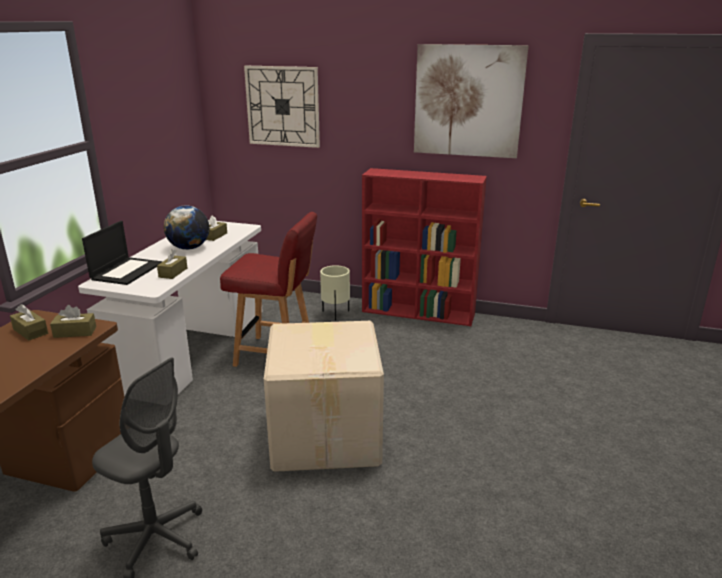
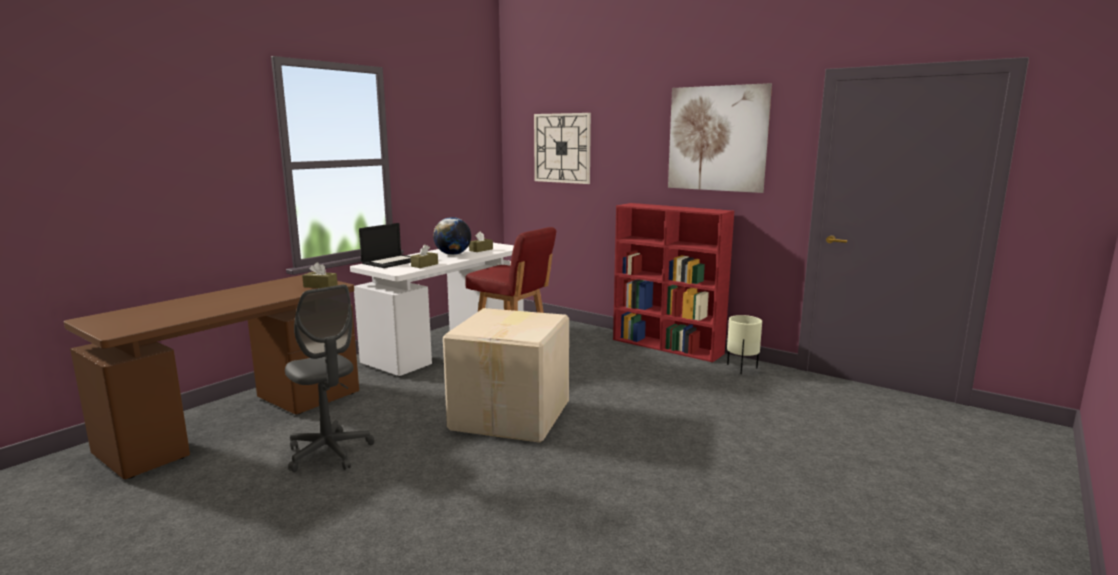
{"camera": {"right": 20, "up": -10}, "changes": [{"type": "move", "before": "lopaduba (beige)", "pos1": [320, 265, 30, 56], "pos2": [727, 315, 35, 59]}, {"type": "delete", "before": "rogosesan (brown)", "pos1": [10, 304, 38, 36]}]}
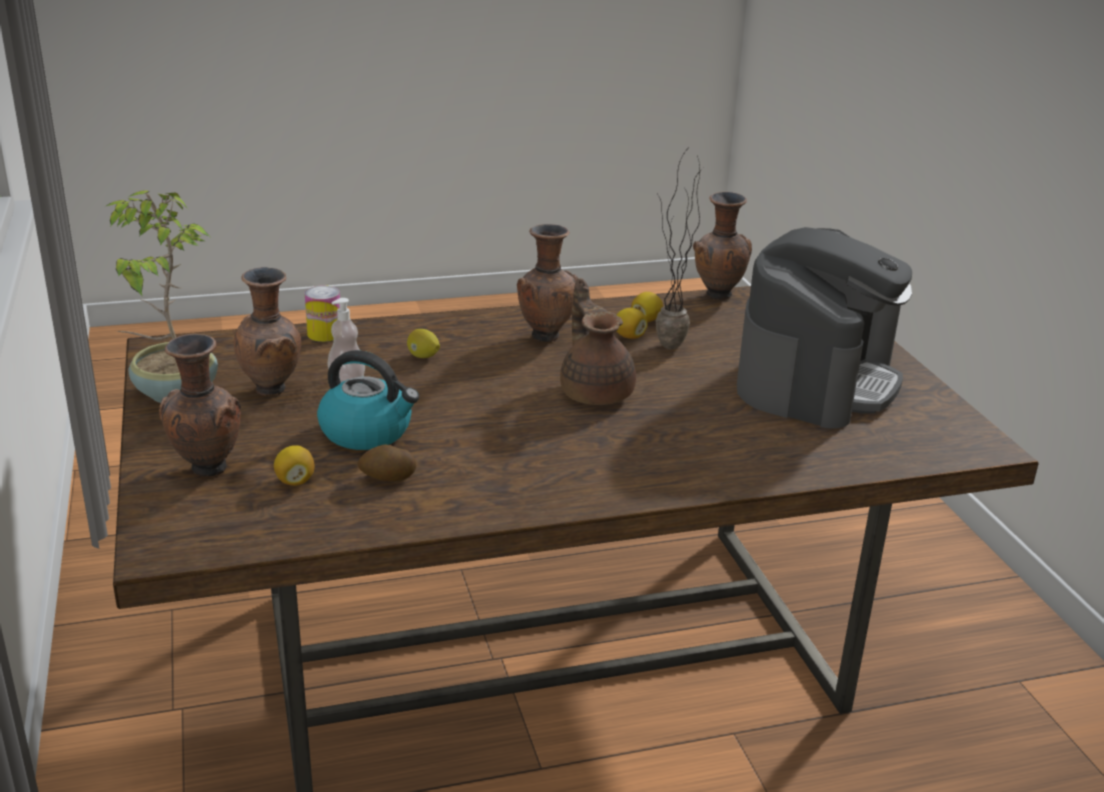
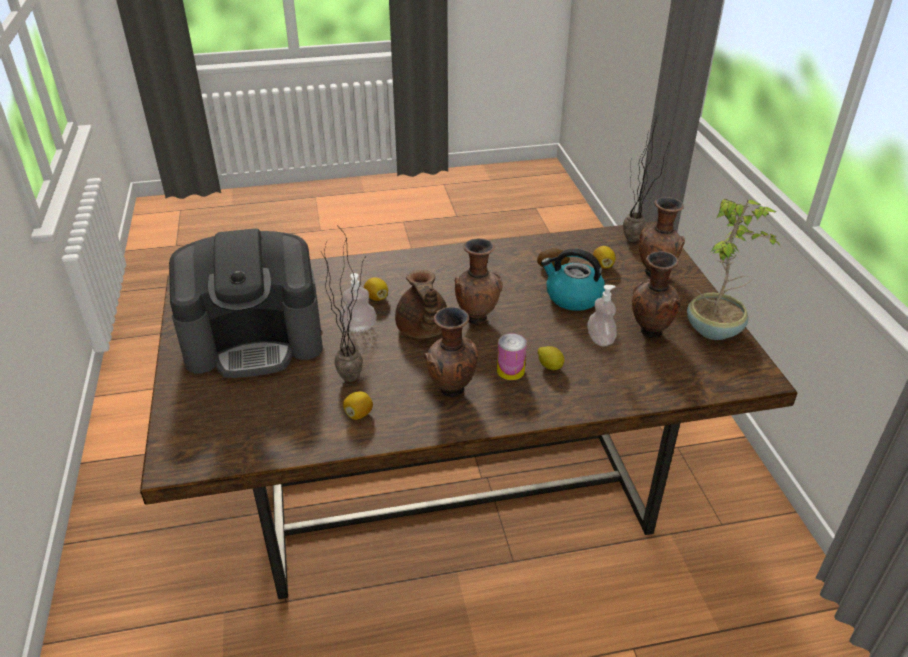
{"camera": {"right": -175, "up": 10}, "changes": [{"type": "move", "before": "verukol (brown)", "pos1": [693, 192, 59, 108], "pos2": [455, 239, 48, 86]}, {"type": "rotate", "before": "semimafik", "pos1": [737, 227, 175, 202], "pos2": [169, 228, 154, 150], "turn": -135}, {"type": "move", "before": "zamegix", "pos1": [305, 285, 35, 57], "pos2": [497, 333, 30, 47]}, {"type": "move", "before": "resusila", "pos1": [616, 308, 32, 31], "pos2": [364, 277, 24, 24]}, {"type": "insert", "after": "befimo", "pos2": [623, 112, 47, 130]}, {"type": "insert", "after": "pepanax", "pos2": [341, 273, 36, 59]}]}
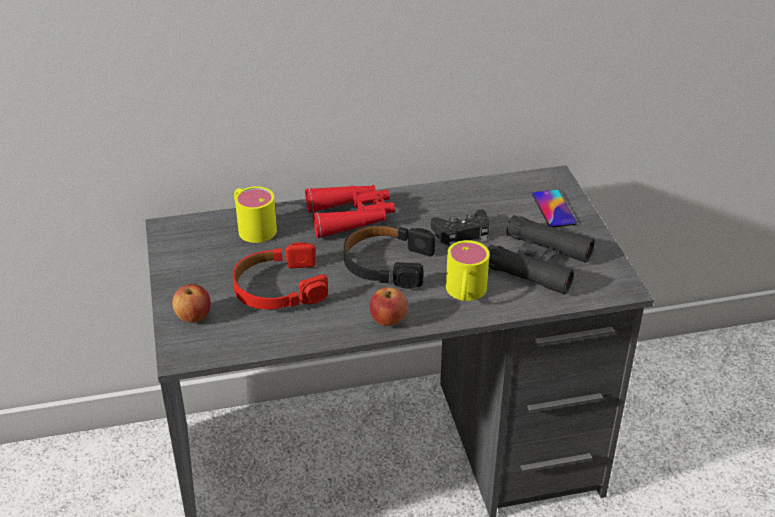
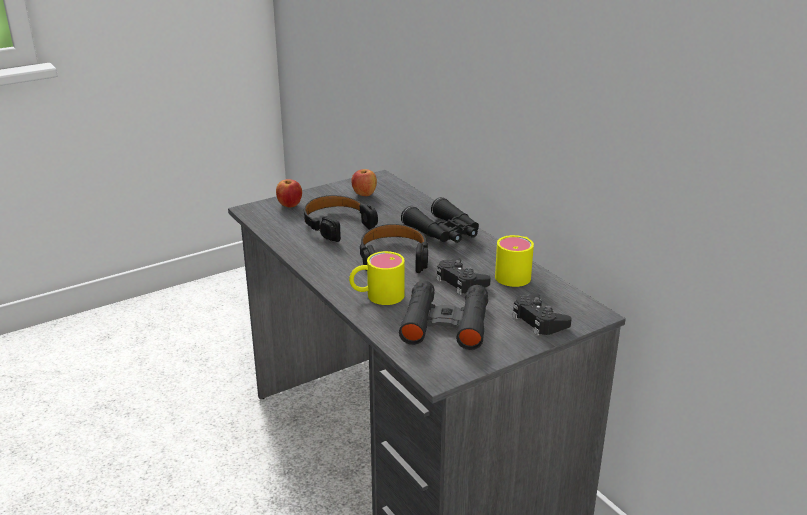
{"camera": {"right": 70, "up": -10}, "changes": [{"type": "recolor", "before": "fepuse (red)", "after": "fepuse (black)", "pos1": [305, 185, 90, 53], "pos2": [401, 197, 78, 46]}, {"type": "move", "before": "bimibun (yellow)", "pos1": [234, 186, 43, 57], "pos2": [495, 235, 39, 52]}, {"type": "replace", "before": "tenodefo", "after": "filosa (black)", "pos1": [532, 190, 45, 37], "pos2": [512, 293, 60, 42]}, {"type": "recolor", "before": "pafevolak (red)", "after": "pafevolak (black)", "pos1": [233, 242, 95, 67], "pos2": [304, 195, 74, 47]}, {"type": "move", "before": "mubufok", "pos1": [370, 287, 38, 39], "pos2": [351, 169, 26, 27]}]}
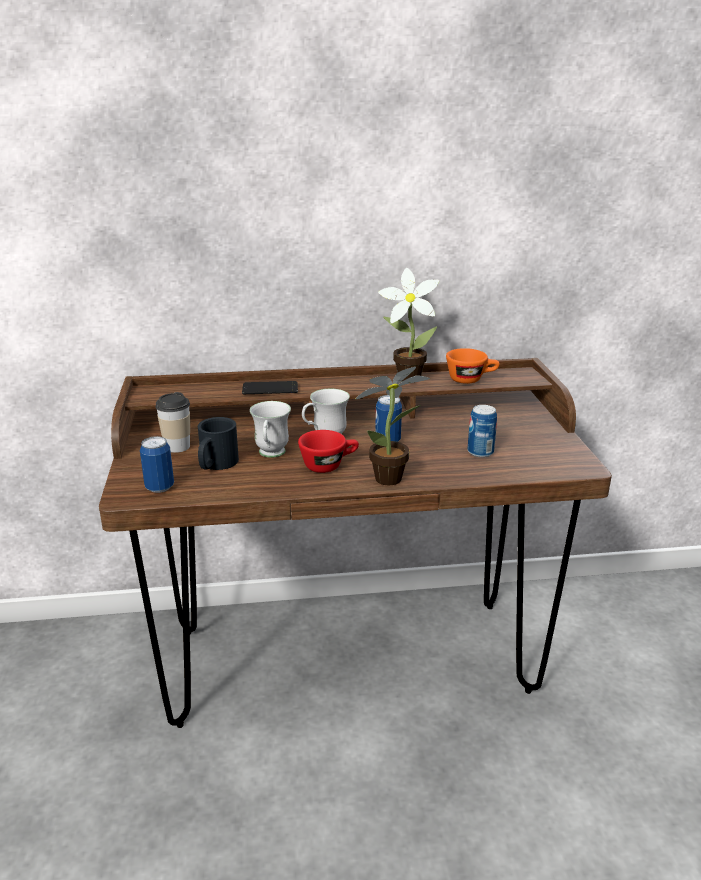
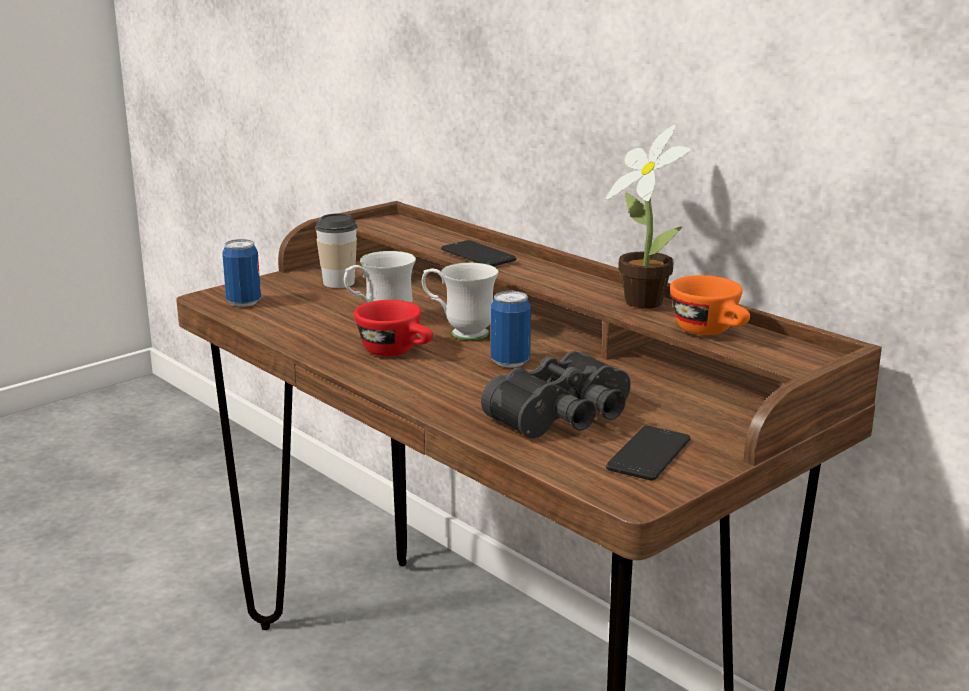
{"camera": {"right": 55, "up": -5}, "changes": [{"type": "delete", "before": "befimo", "pos1": [355, 367, 75, 118]}, {"type": "replace", "before": "zamegix", "after": "fepuse (black)", "pos1": [467, 405, 30, 53], "pos2": [481, 351, 150, 87]}, {"type": "delete", "before": "bimibun (black)", "pos1": [198, 417, 41, 53]}, {"type": "insert", "after": "tenodefo", "pos2": [606, 426, 84, 54]}]}
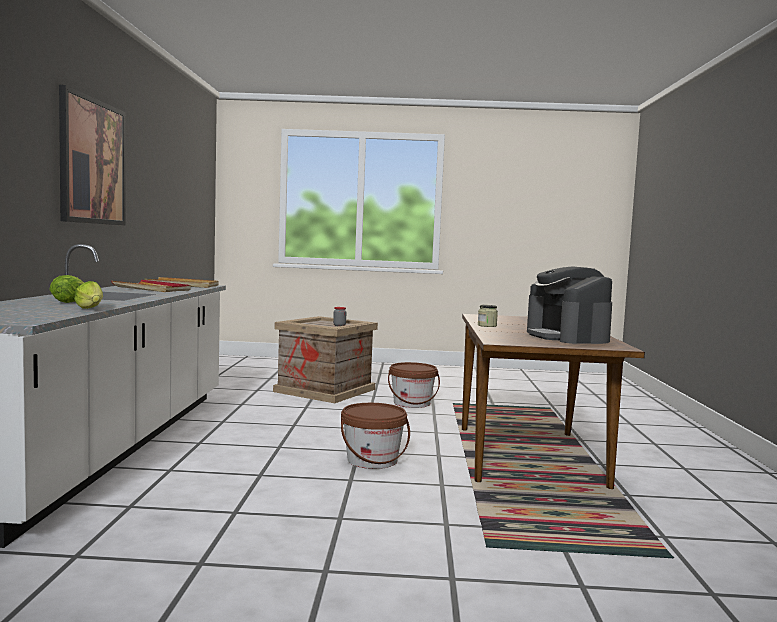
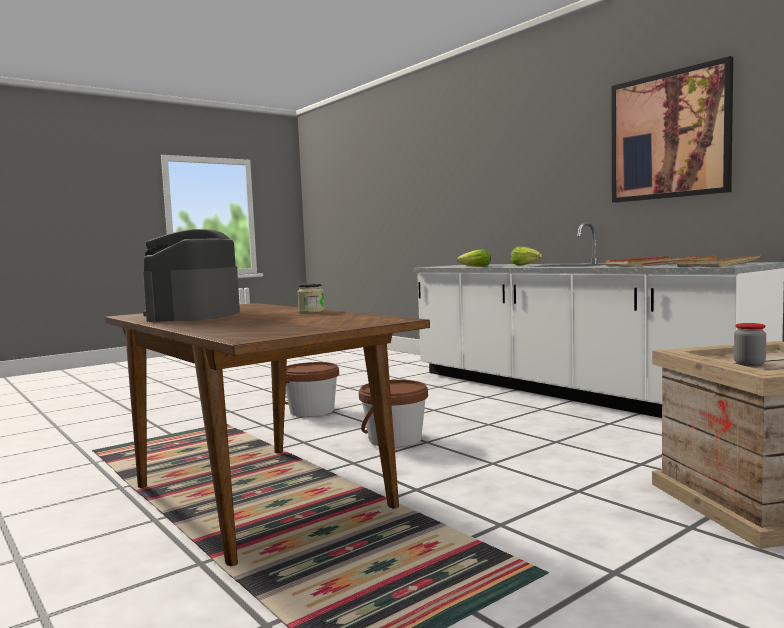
{"camera": {"right": 140, "up": 0}, "changes": [{"type": "rotate", "before": "semimafik", "pos1": [527, 266, 85, 78], "pos2": [143, 229, 97, 93], "turn": -120}, {"type": "move", "before": "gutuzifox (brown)", "pos1": [388, 362, 52, 46], "pos2": [285, 362, 54, 55]}]}
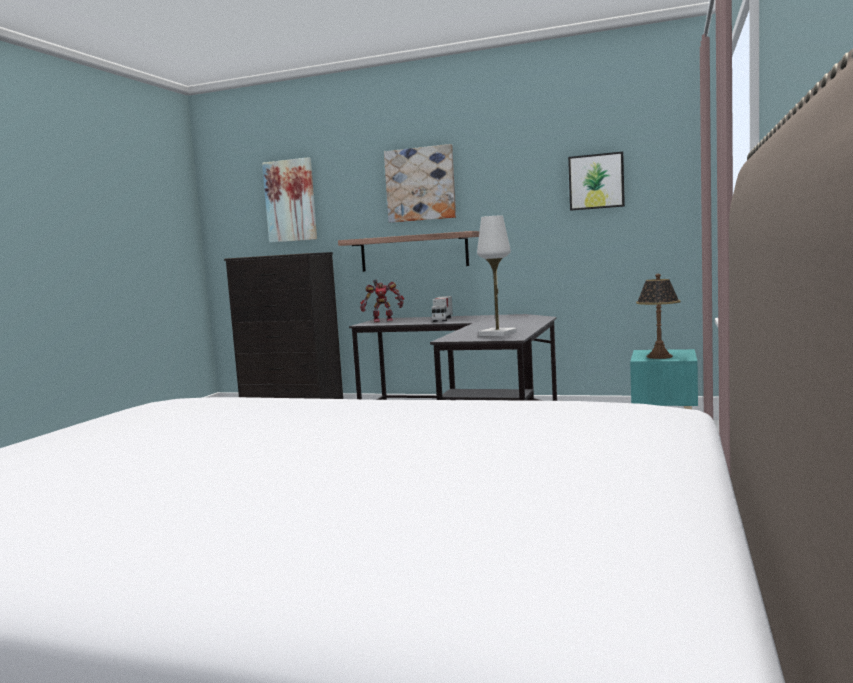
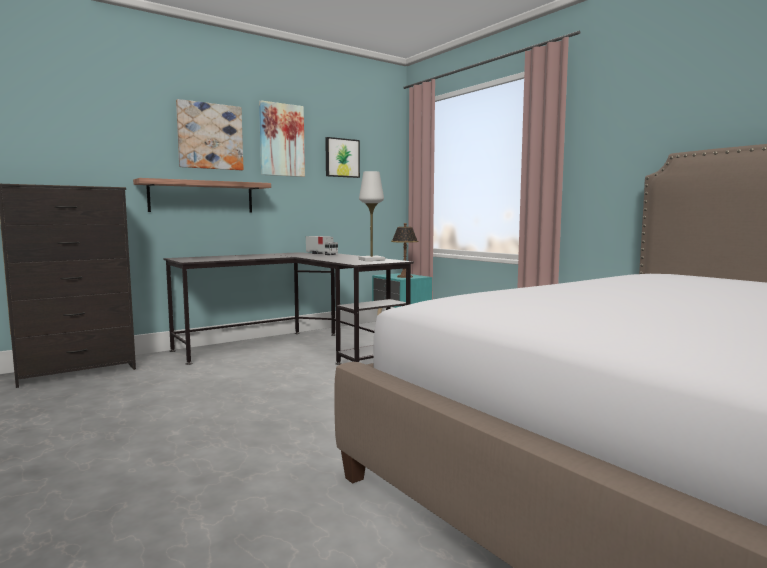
{"camera": {"right": -55, "up": 0}, "changes": [{"type": "move", "before": "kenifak", "pos1": [262, 157, 55, 86], "pos2": [259, 100, 46, 77]}, {"type": "delete", "before": "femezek", "pos1": [360, 279, 44, 43]}, {"type": "move", "before": "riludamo", "pos1": [431, 296, 22, 26], "pos2": [306, 236, 32, 19]}]}
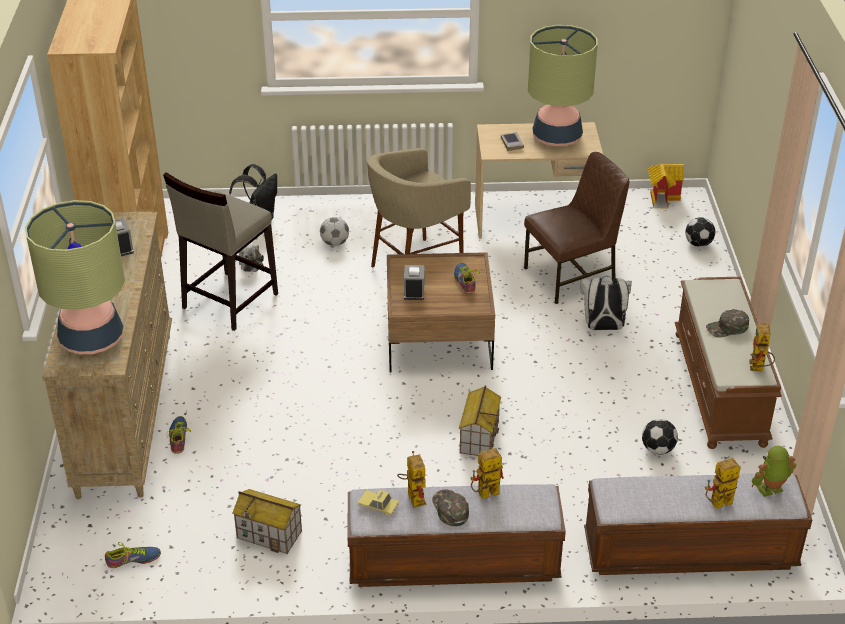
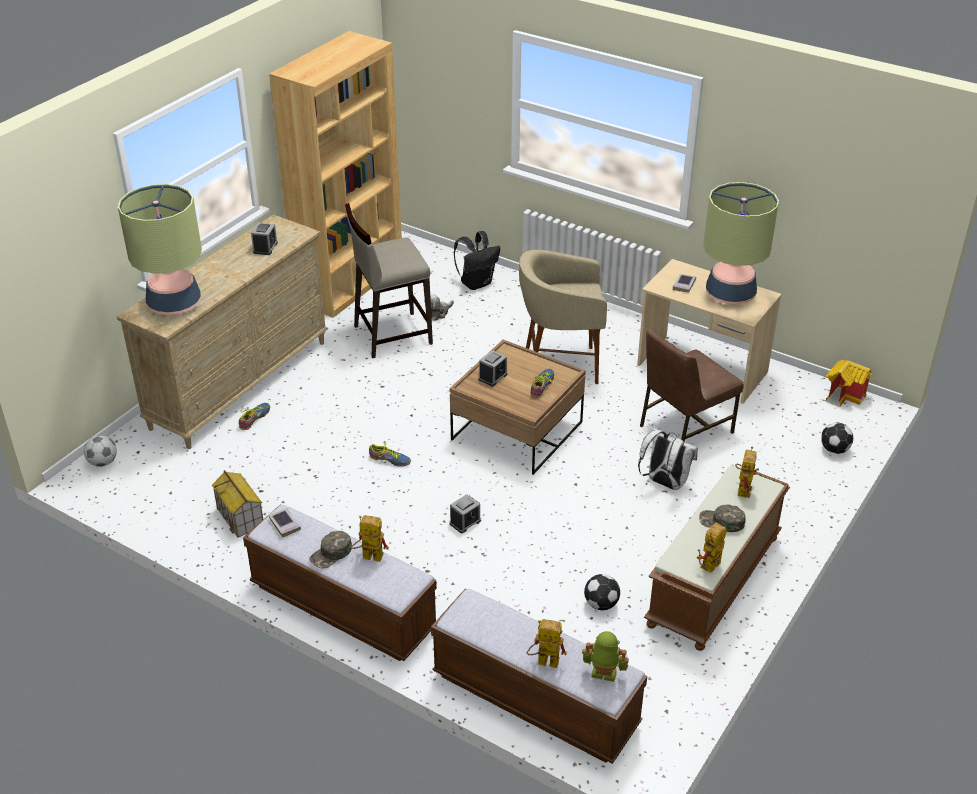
{"camera": {"right": 35, "up": 0}, "changes": [{"type": "rotate", "before": "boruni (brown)", "pos1": [524, 152, 105, 152], "pos2": [640, 327, 104, 114], "turn": 135}, {"type": "move", "before": "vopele", "pos1": [320, 217, 29, 29], "pos2": [84, 435, 33, 32]}, {"type": "replace", "before": "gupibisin", "after": "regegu", "pos1": [459, 385, 42, 71], "pos2": [449, 494, 32, 39]}, {"type": "move", "before": "femezek", "pos1": [397, 451, 29, 57], "pos2": [735, 446, 24, 52]}, {"type": "rotate", "before": "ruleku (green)", "pos1": [432, 489, 37, 37], "pos2": [309, 531, 43, 37], "turn": -150}, {"type": "replace", "before": "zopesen", "after": "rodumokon", "pos1": [358, 490, 41, 26], "pos2": [269, 508, 32, 30]}, {"type": "move", "before": "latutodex", "pos1": [105, 542, 56, 26], "pos2": [369, 442, 42, 25]}]}
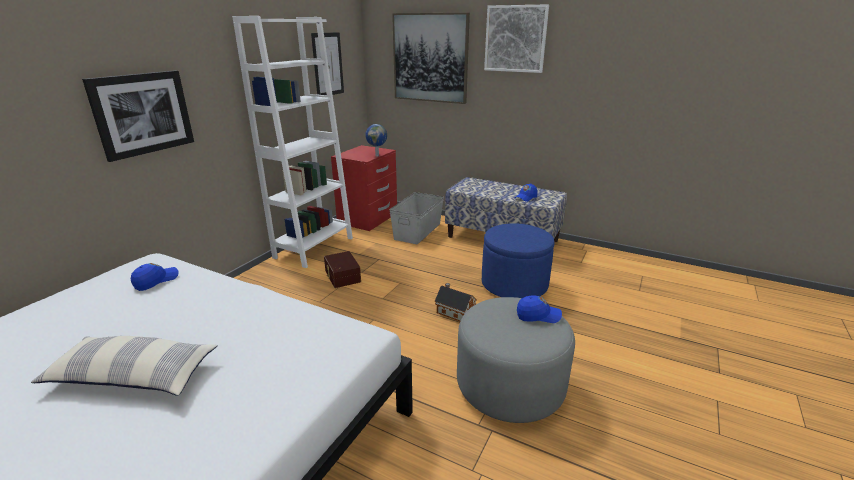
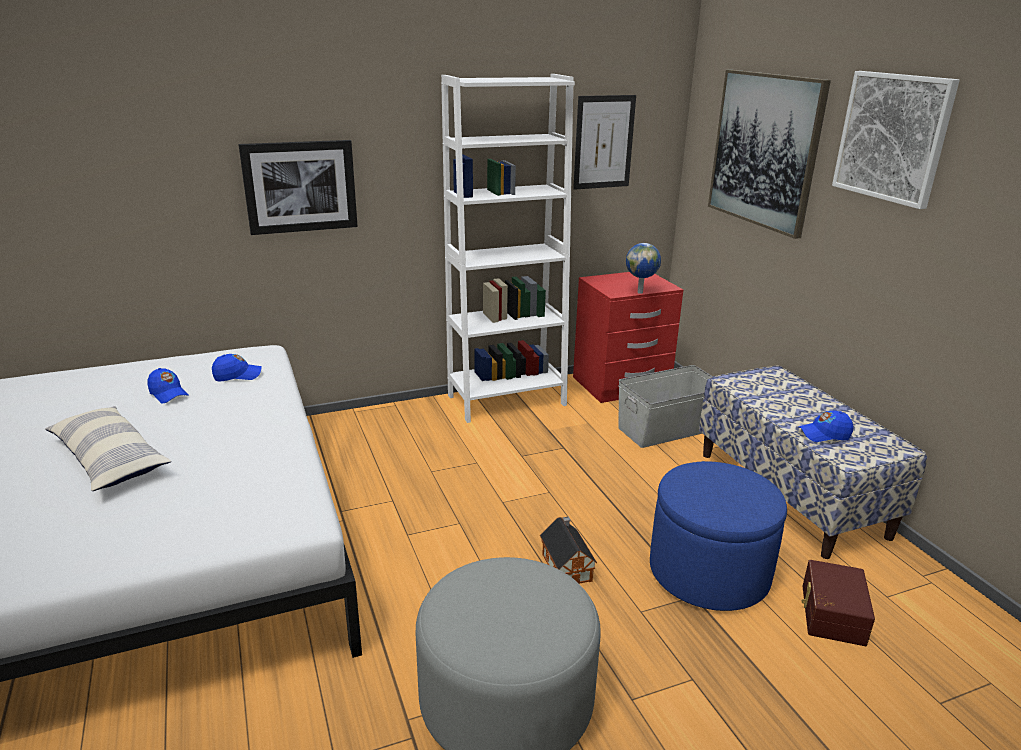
{"camera": {"right": 40, "up": 0}, "changes": [{"type": "move", "before": "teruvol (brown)", "pos1": [324, 251, 37, 37], "pos2": [802, 560, 73, 86]}, {"type": "move", "before": "ruleku (blue)", "pos1": [517, 295, 45, 28], "pos2": [148, 368, 41, 35]}]}
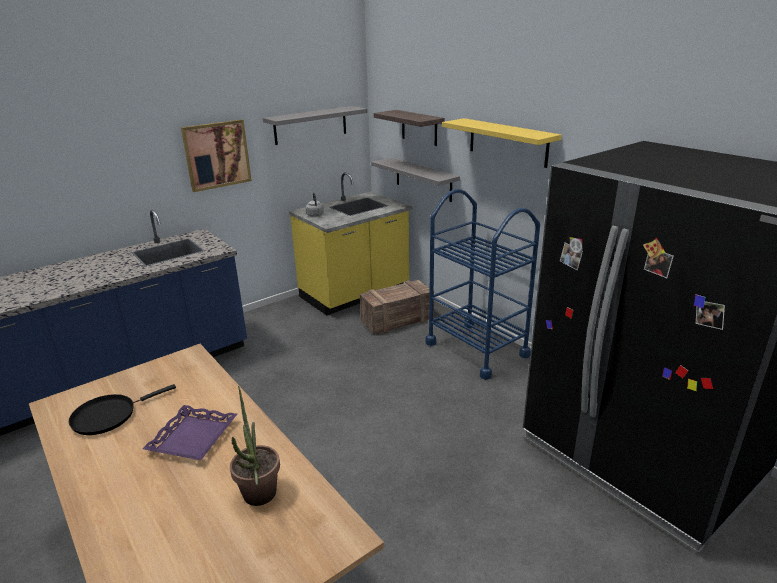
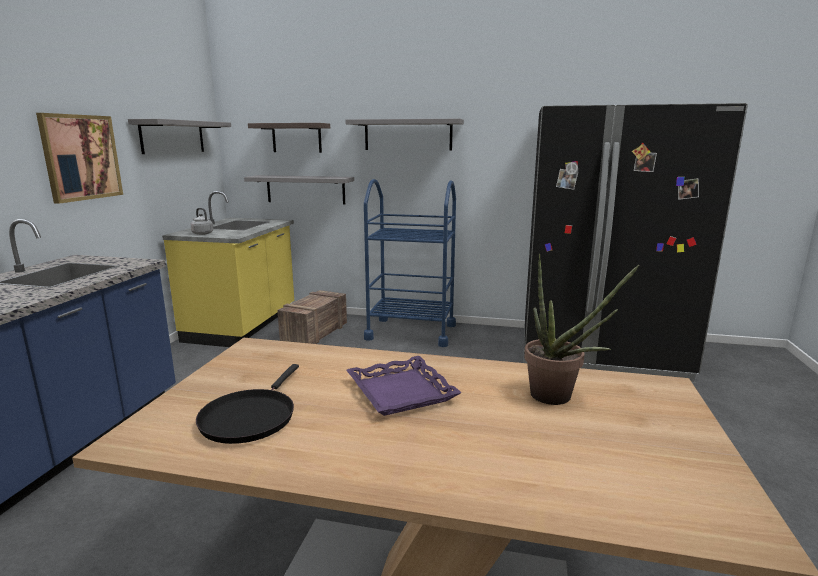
{"camera": {"right": -40, "up": -10}, "changes": [{"type": "recolor", "before": "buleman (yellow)", "after": "buleman (grey)", "pos1": [442, 118, 120, 50], "pos2": [346, 119, 118, 32]}]}
